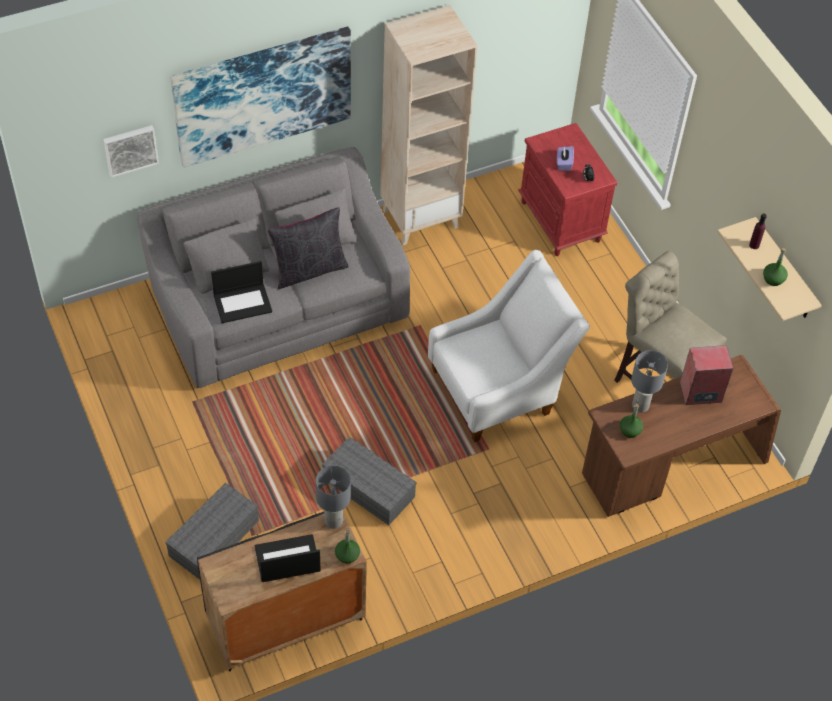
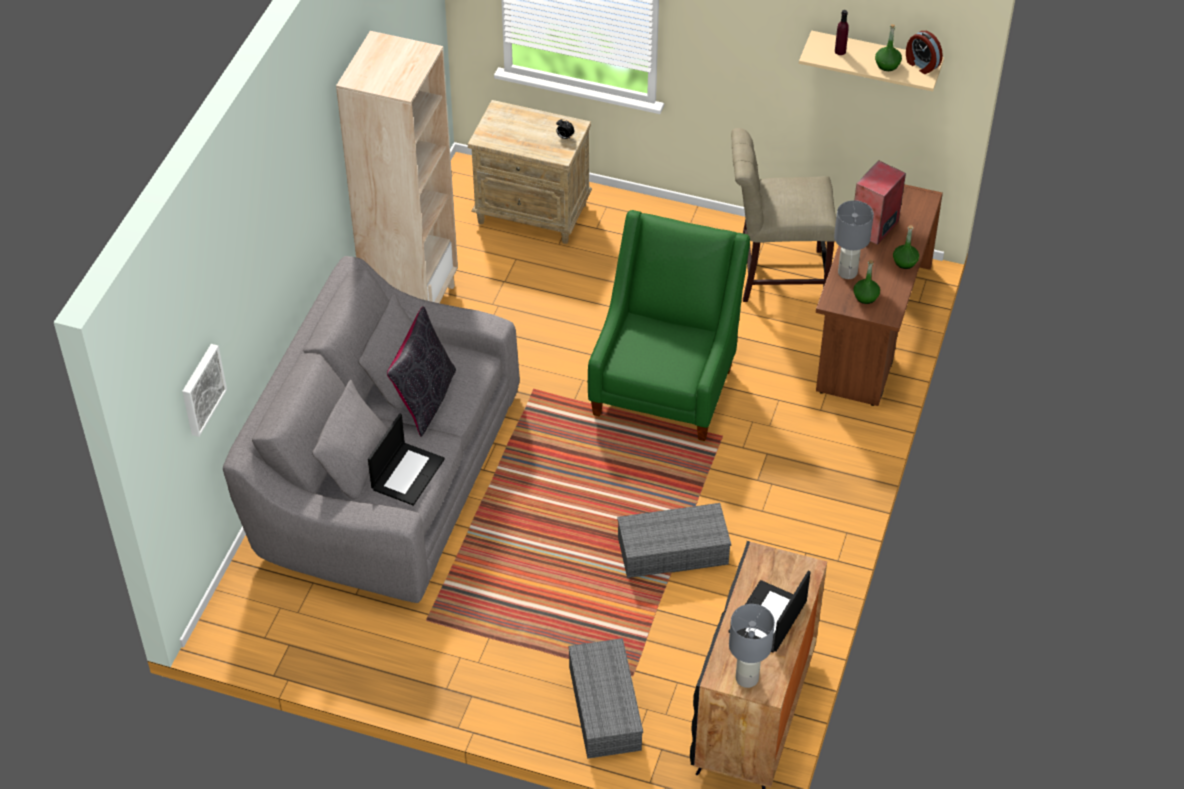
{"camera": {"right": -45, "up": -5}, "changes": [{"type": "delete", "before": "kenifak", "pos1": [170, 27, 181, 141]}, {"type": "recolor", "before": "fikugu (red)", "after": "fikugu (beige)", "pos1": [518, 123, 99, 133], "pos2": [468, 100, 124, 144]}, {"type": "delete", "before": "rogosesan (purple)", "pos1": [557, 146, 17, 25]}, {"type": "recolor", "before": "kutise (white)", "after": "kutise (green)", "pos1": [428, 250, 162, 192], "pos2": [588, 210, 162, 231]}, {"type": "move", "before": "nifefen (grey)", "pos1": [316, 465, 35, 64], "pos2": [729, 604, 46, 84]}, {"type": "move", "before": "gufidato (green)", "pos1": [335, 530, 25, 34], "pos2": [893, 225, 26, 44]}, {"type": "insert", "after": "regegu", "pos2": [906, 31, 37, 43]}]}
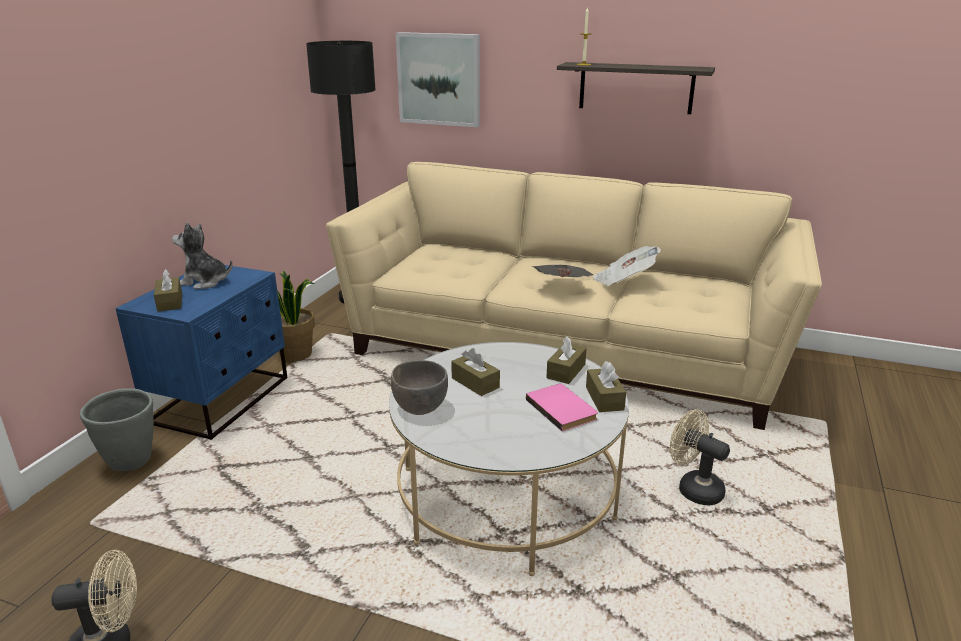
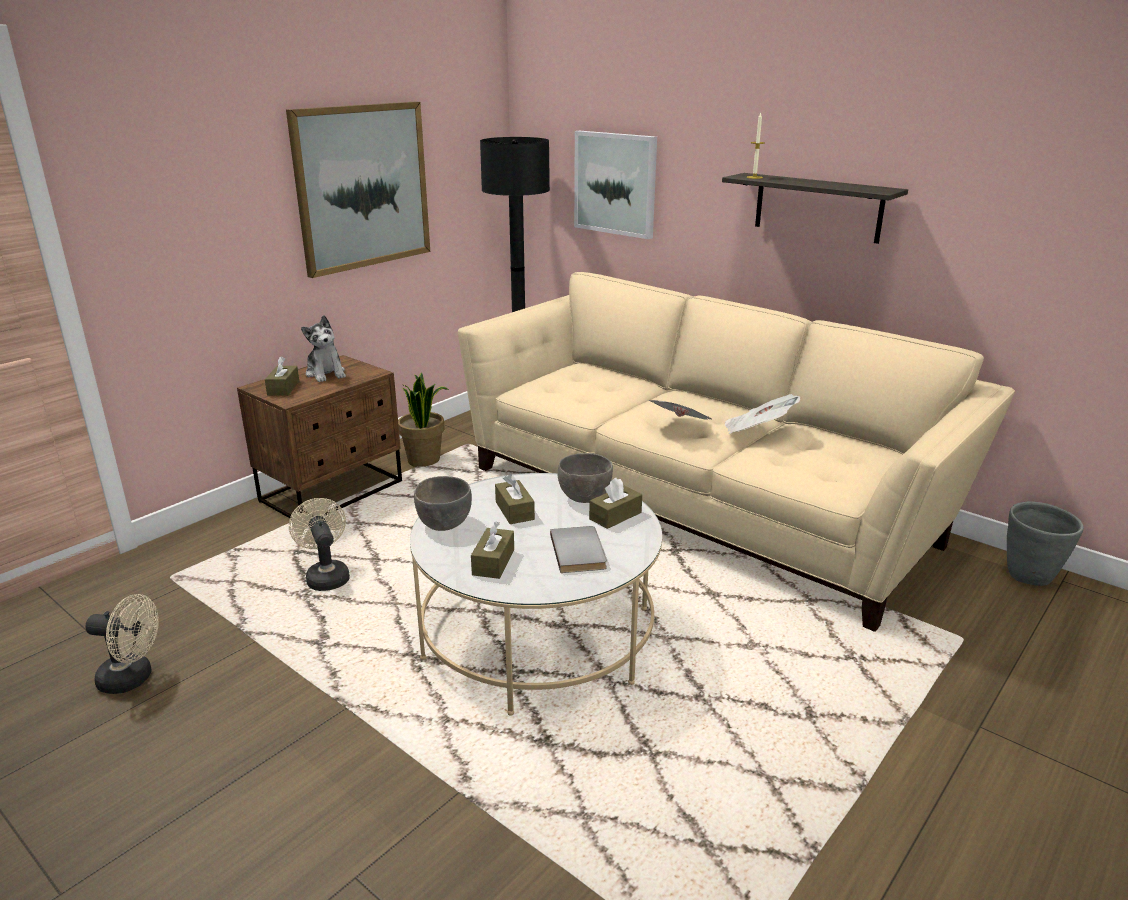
{"camera": {"right": 20, "up": 0}, "changes": [{"type": "rotate", "before": "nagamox", "pos1": [172, 222, 61, 67], "pos2": [301, 315, 45, 67], "turn": -150}, {"type": "recolor", "before": "fikugu (blue)", "after": "fikugu (brown)", "pos1": [115, 265, 172, 175], "pos2": [237, 355, 165, 164]}, {"type": "move", "before": "rogosesan (brown)", "pos1": [586, 361, 40, 51], "pos2": [471, 521, 43, 58]}, {"type": "recolor", "before": "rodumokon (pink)", "after": "rodumokon (grey)", "pos1": [526, 384, 72, 48], "pos2": [550, 526, 57, 47]}, {"type": "move", "before": "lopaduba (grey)", "pos1": [80, 389, 74, 82], "pos2": [1007, 501, 77, 85]}, {"type": "move", "before": "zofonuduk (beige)", "pos1": [670, 409, 60, 97], "pos2": [289, 498, 61, 93]}, {"type": "insert", "after": "kenifak", "pos2": [286, 101, 144, 177]}, {"type": "insert", "after": "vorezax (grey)", "pos2": [557, 453, 56, 50]}]}
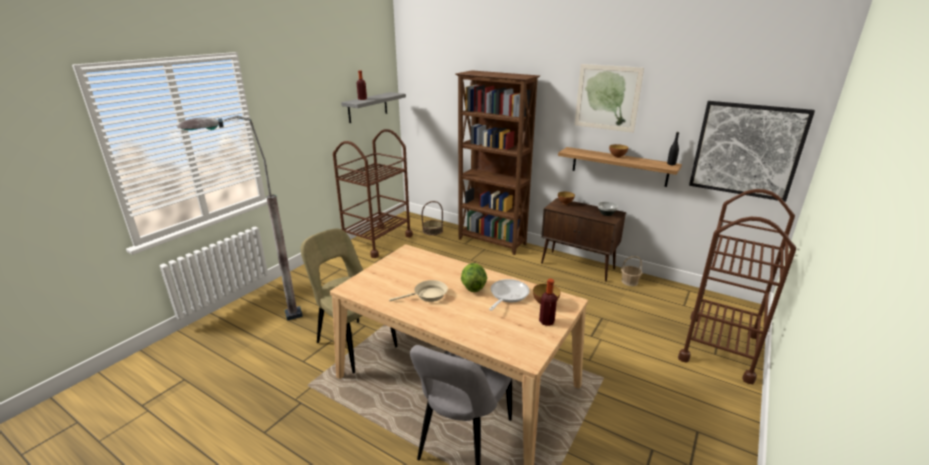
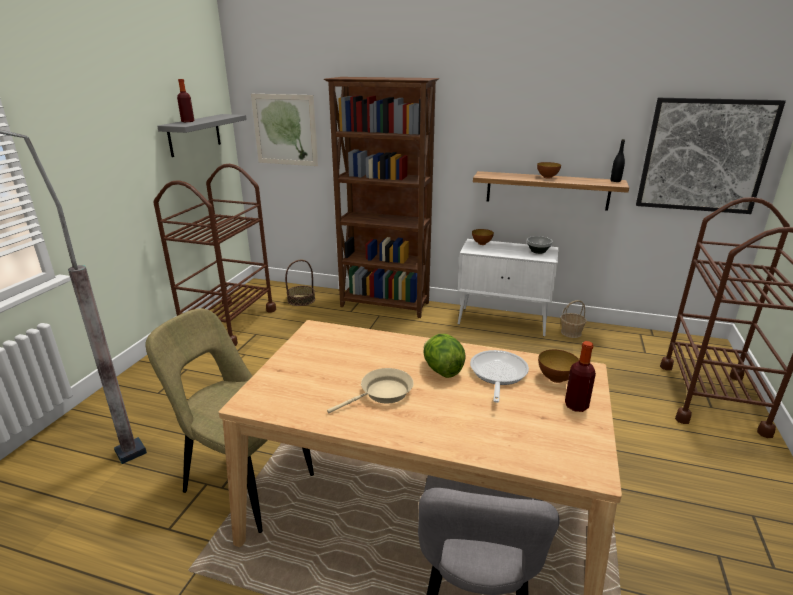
{"camera": {"right": -15, "up": 0}, "changes": [{"type": "move", "before": "kenifak", "pos1": [575, 64, 69, 69], "pos2": [251, 94, 67, 72]}, {"type": "recolor", "before": "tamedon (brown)", "after": "tamedon (white)", "pos1": [541, 198, 85, 84], "pos2": [458, 239, 100, 98]}]}
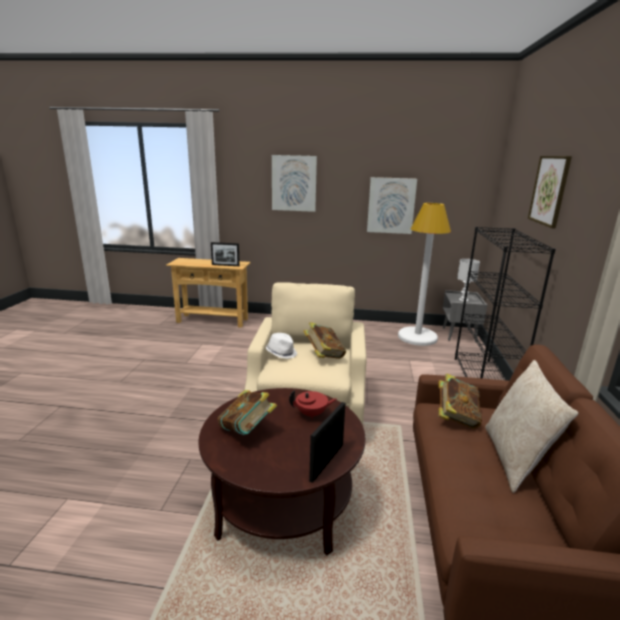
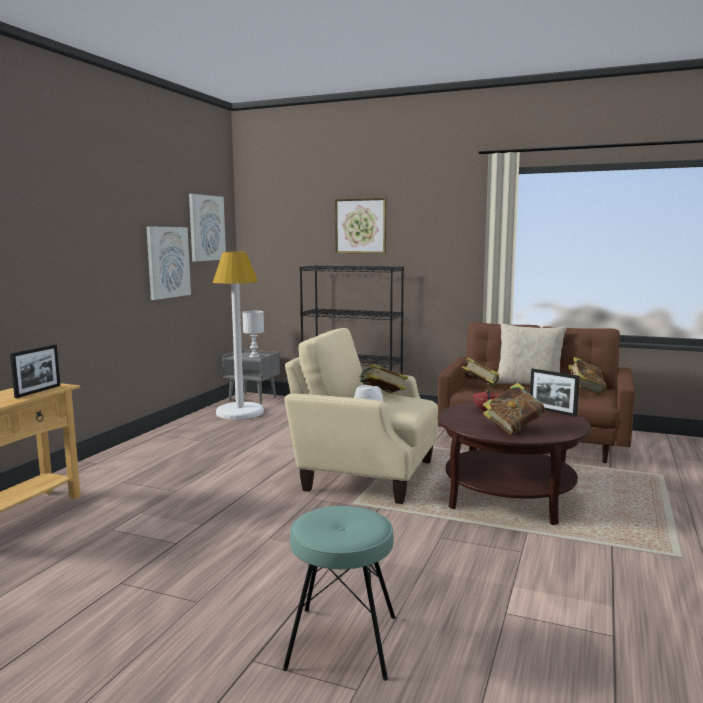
{"camera": {"right": -75, "up": -10}, "changes": [{"type": "move", "before": "kenifak", "pos1": [272, 155, 45, 57], "pos2": [189, 194, 37, 68]}, {"type": "insert", "after": "rodumokon", "pos2": [568, 357, 38, 38]}, {"type": "insert", "after": "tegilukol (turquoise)", "pos2": [283, 506, 113, 175]}]}
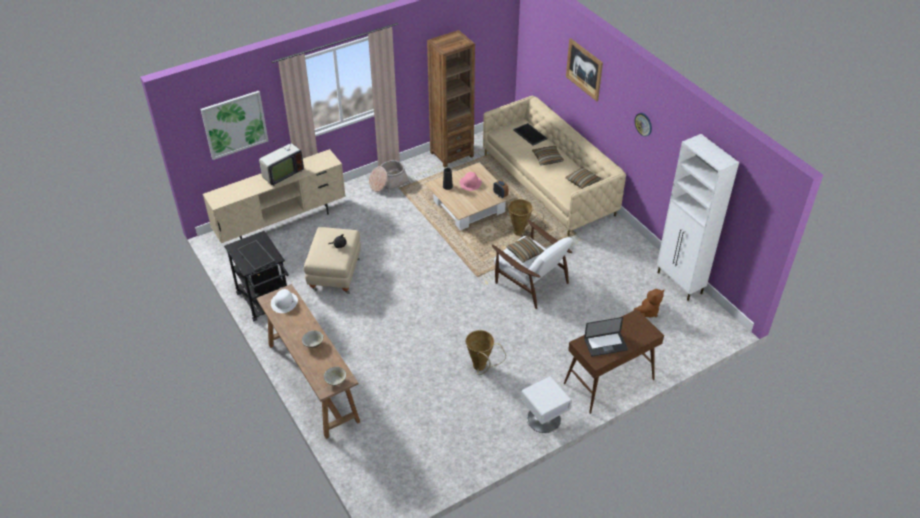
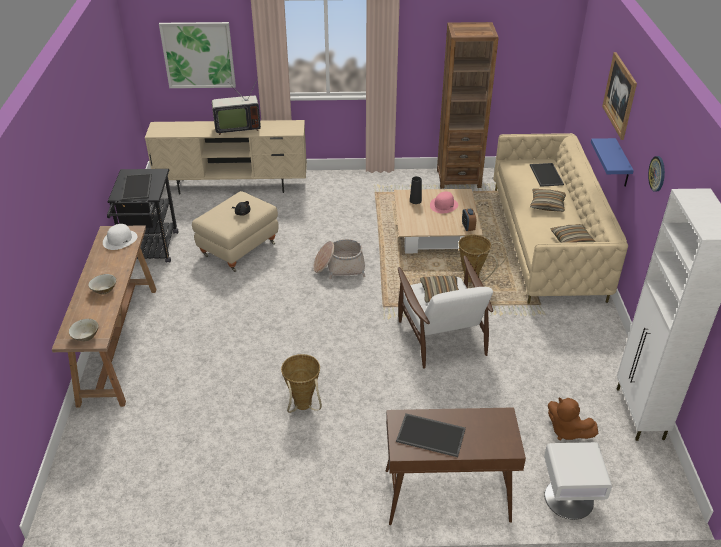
{"camera": {"right": 30, "up": -5}, "changes": [{"type": "move", "before": "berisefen", "pos1": [369, 160, 42, 33], "pos2": [313, 239, 53, 40]}, {"type": "rotate", "before": "nagamox (brown)", "pos1": [634, 289, 31, 28], "pos2": [548, 397, 50, 43], "turn": 60}, {"type": "replace", "before": "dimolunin", "after": "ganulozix", "pos1": [584, 317, 44, 40], "pos2": [396, 413, 70, 44]}, {"type": "move", "before": "fikugu (white)", "pos1": [521, 376, 51, 57], "pos2": [544, 442, 68, 78]}, {"type": "insert", "after": "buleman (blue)", "pos2": [591, 138, 43, 49]}]}
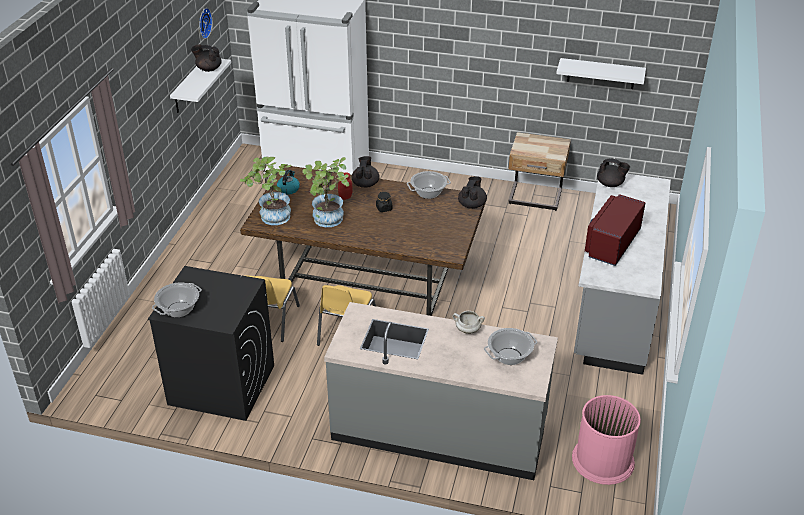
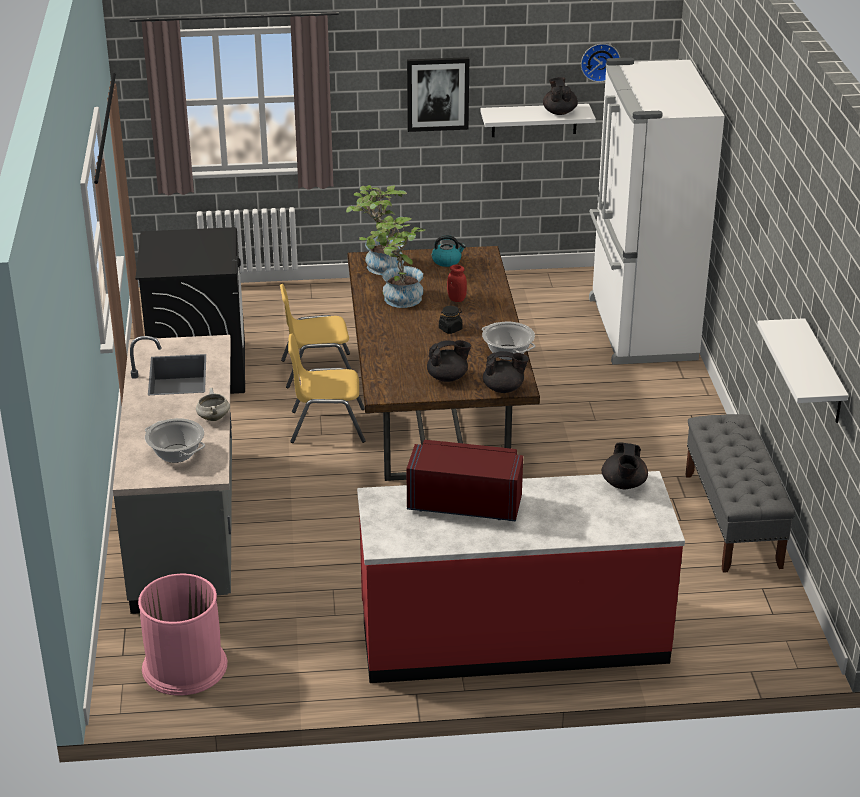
{"camera": {"right": 70, "up": -5}, "changes": [{"type": "replace", "before": "fikugu (beige)", "after": "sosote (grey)", "pos1": [509, 132, 62, 79], "pos2": [685, 414, 110, 159]}, {"type": "move", "before": "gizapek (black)", "pos1": [352, 156, 28, 32], "pos2": [427, 340, 44, 42]}, {"type": "recolor", "before": "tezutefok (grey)", "after": "tezutefok (red)", "pos1": [574, 174, 97, 201], "pos2": [357, 471, 328, 212]}, {"type": "delete", "before": "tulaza", "pos1": [152, 282, 50, 35]}, {"type": "insert", "after": "kenifak", "pos2": [407, 57, 62, 75]}]}
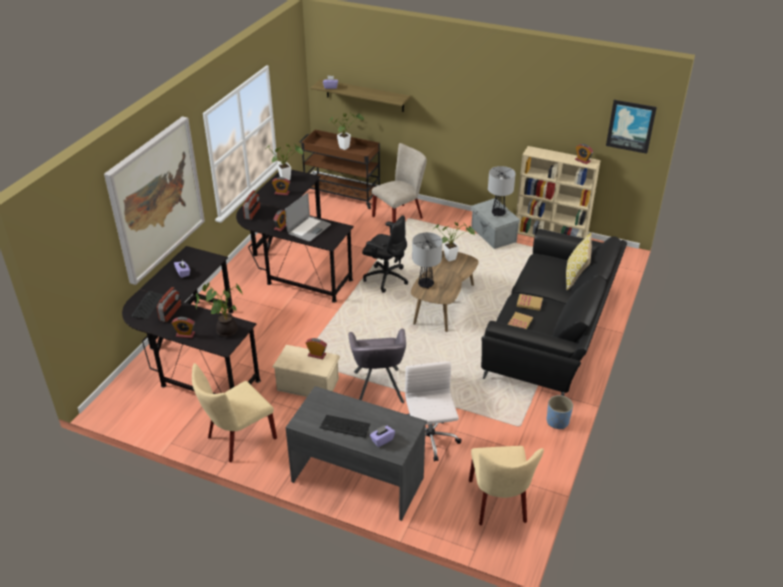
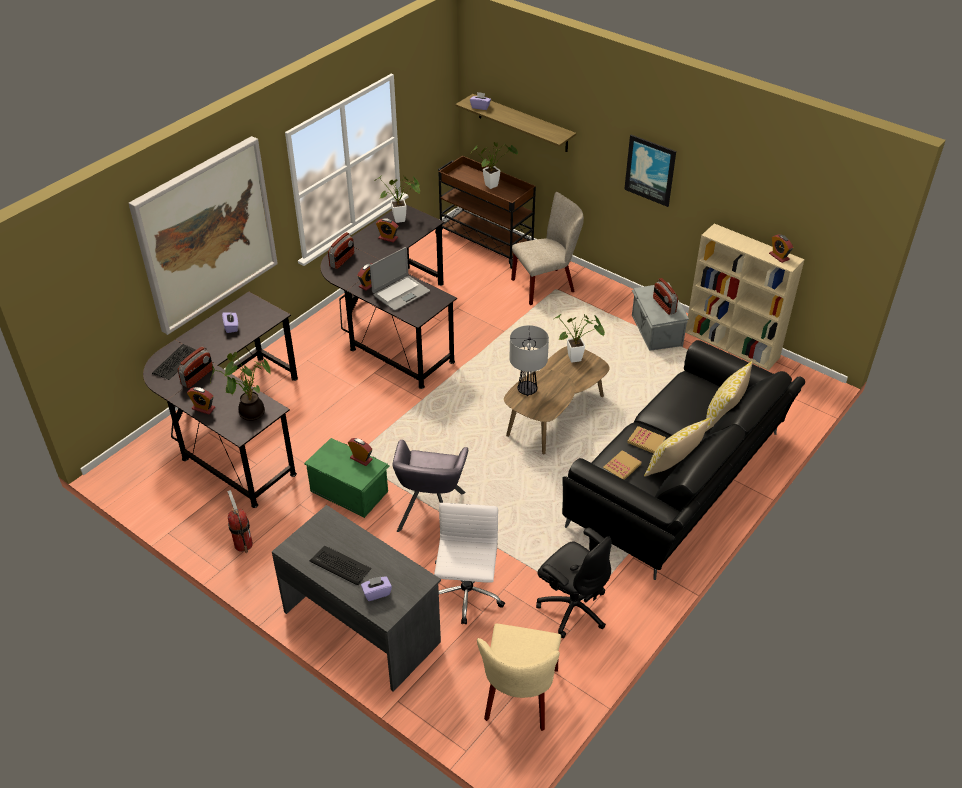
{"camera": {"right": 15, "up": 5}, "changes": [{"type": "move", "before": "kenifak", "pos1": [606, 100, 51, 54], "pos2": [624, 135, 52, 72]}, {"type": "replace", "before": "nifefen", "after": "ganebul", "pos1": [488, 166, 28, 50], "pos2": [653, 278, 25, 37]}, {"type": "move", "before": "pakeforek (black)", "pos1": [362, 215, 47, 78], "pos2": [536, 528, 76, 110]}, {"type": "recolor", "before": "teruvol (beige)", "after": "teruvol (green)", "pos1": [273, 345, 67, 52], "pos2": [304, 438, 85, 80]}, {"type": "replace", "before": "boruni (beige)", "after": "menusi", "pos1": [192, 363, 85, 99], "pos2": [227, 490, 26, 63]}, {"type": "delete", "before": "lopaduba (blue)", "pos1": [547, 395, 26, 34]}, {"type": "insert", "after": "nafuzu", "pos2": [644, 418, 67, 59]}]}
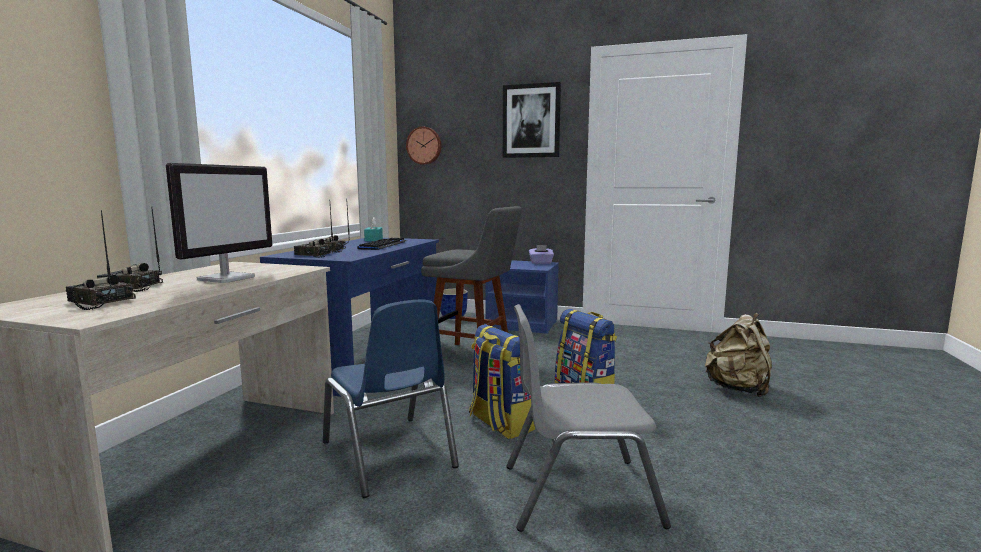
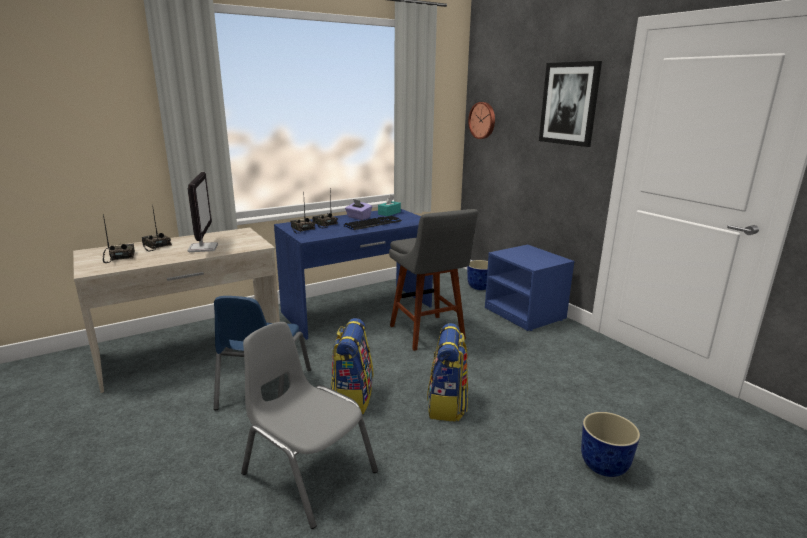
{"camera": {"right": 40, "up": 10}, "changes": [{"type": "rotate", "before": "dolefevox", "pos1": [166, 163, 106, 120], "pos2": [187, 172, 31, 80], "turn": -75}, {"type": "move", "before": "rogosesan (purple)", "pos1": [529, 245, 25, 19], "pos2": [345, 199, 27, 21]}, {"type": "replace", "before": "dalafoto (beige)", "after": "lopaduba", "pos1": [705, 313, 67, 84], "pos2": [581, 412, 59, 65]}]}
